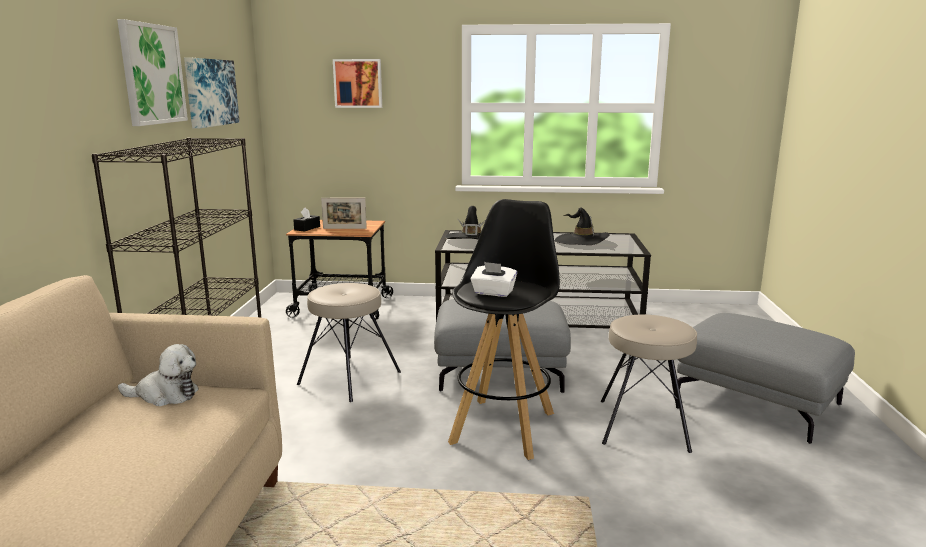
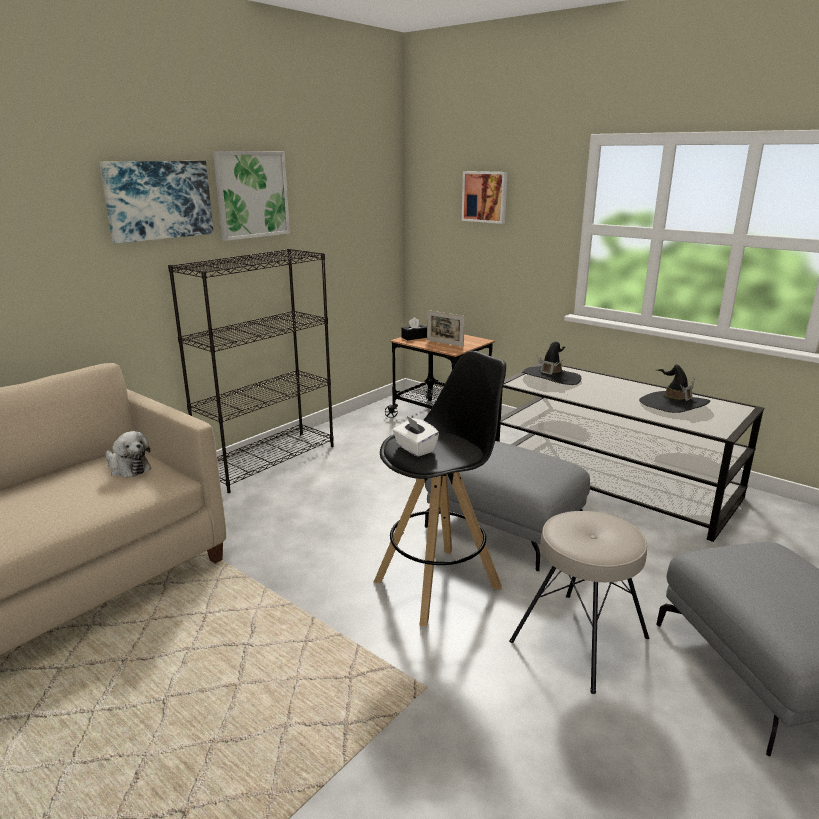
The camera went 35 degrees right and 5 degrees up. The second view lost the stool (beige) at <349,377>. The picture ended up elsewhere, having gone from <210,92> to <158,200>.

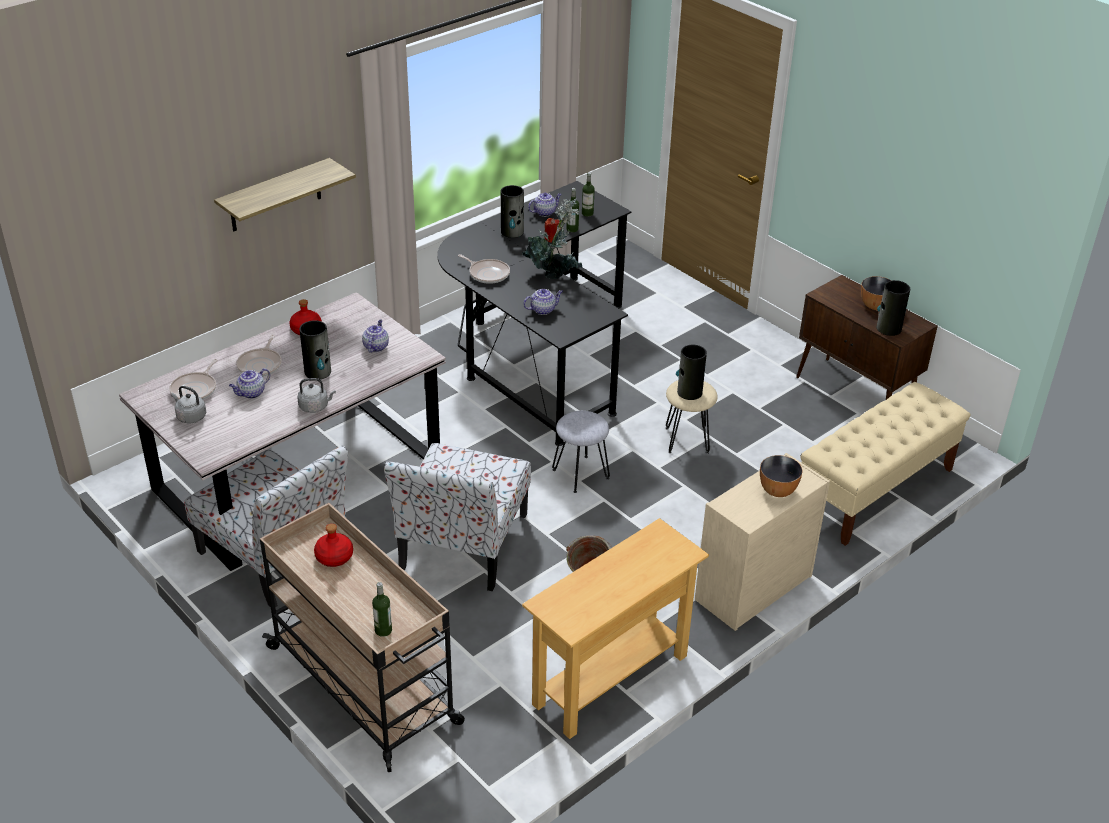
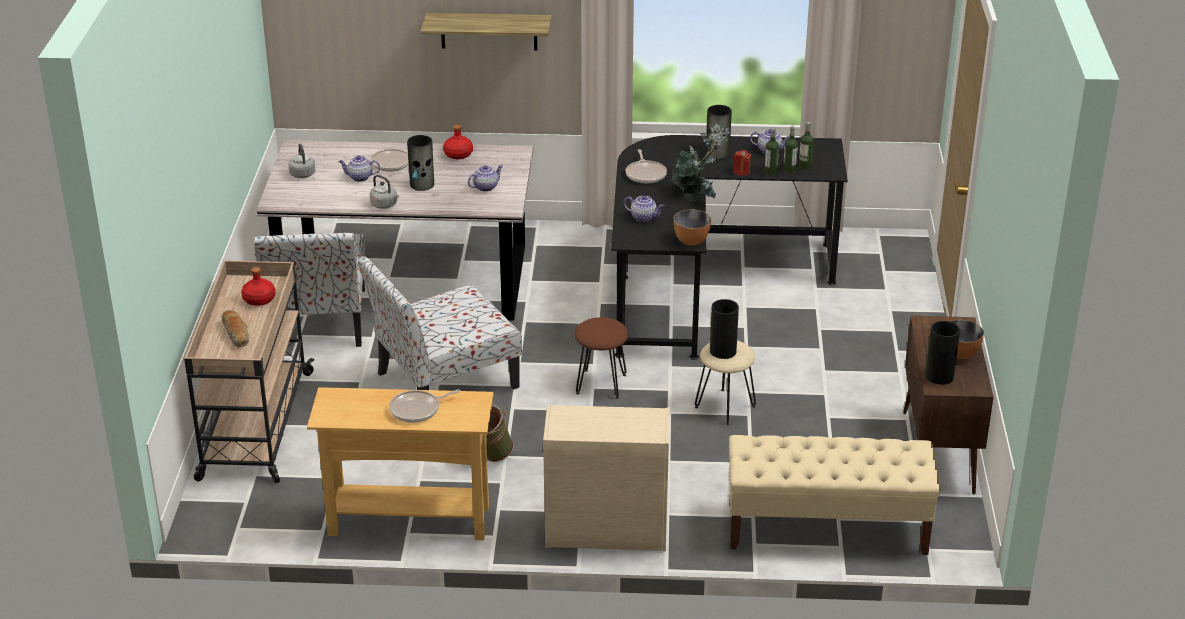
The camera went 45 degrees right and 5 degrees down. The second view gained the bread at <237,334>. The frying pan ended up elsewhere, having gone from <195,389> to <417,410>. The bottle ended up elsewhere, having gone from <383,630> to <789,170>. The bowl ended up elsewhere, having gone from <778,490> to <691,241>. What was the stool (grey) at <581,474> turned into the stool (brown) at <601,384>.

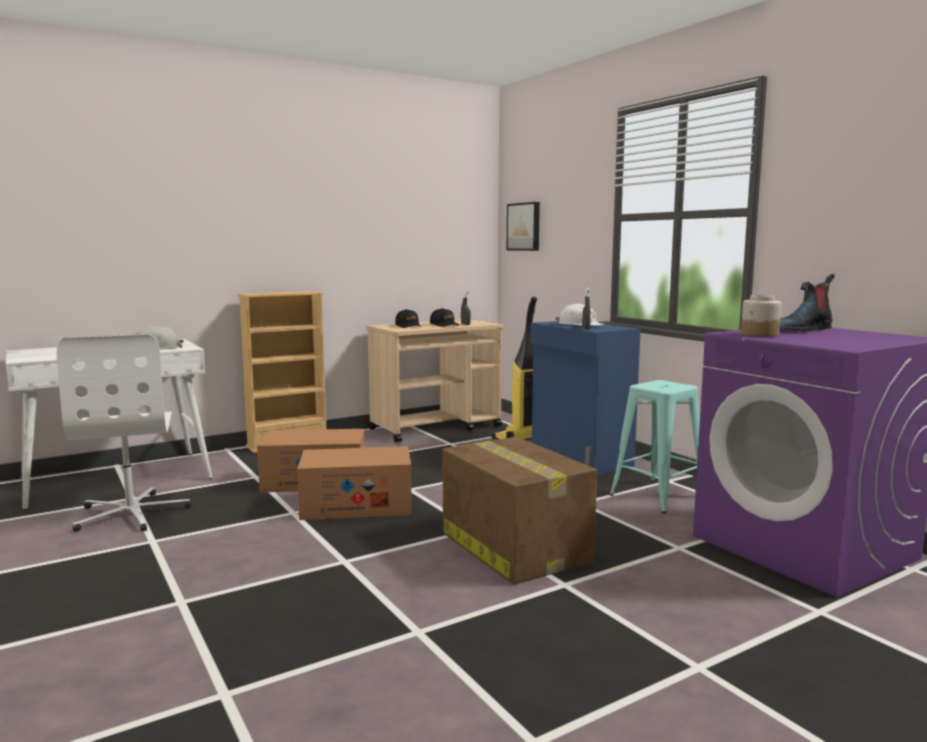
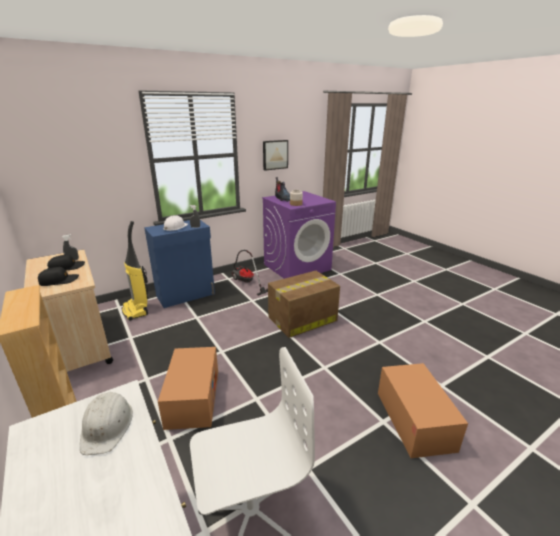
The camera went 90 degrees left and 15 degrees up. The cardboard box ended up elsewhere, having gone from <356,505> to <414,420>. The picture ended up elsewhere, having gone from <524,226> to <275,154>. Where the stool (turquoise) stood at <658,496>, the vacuum cleaner came to stand at <246,283>.

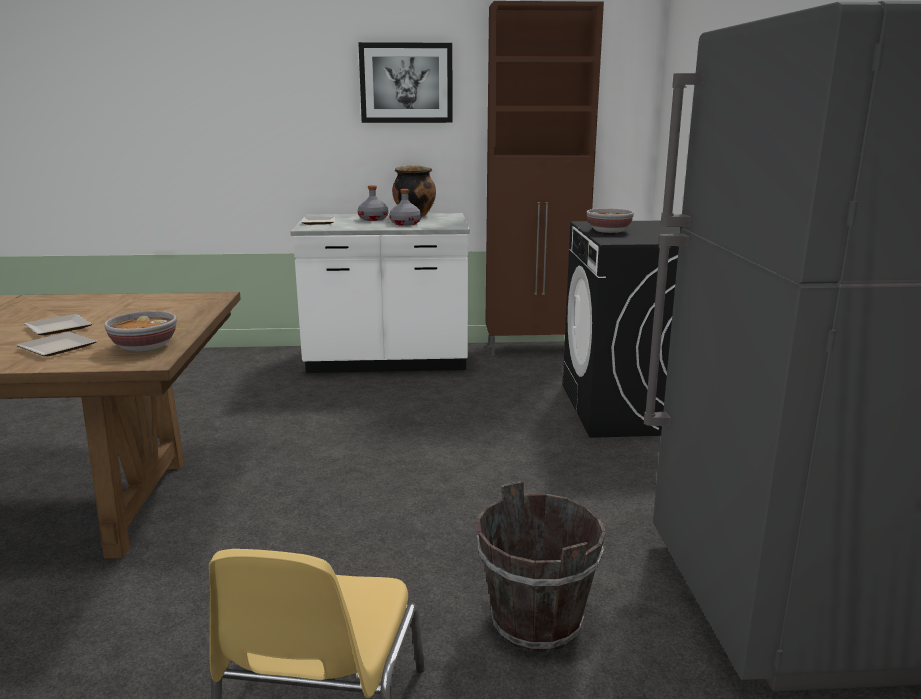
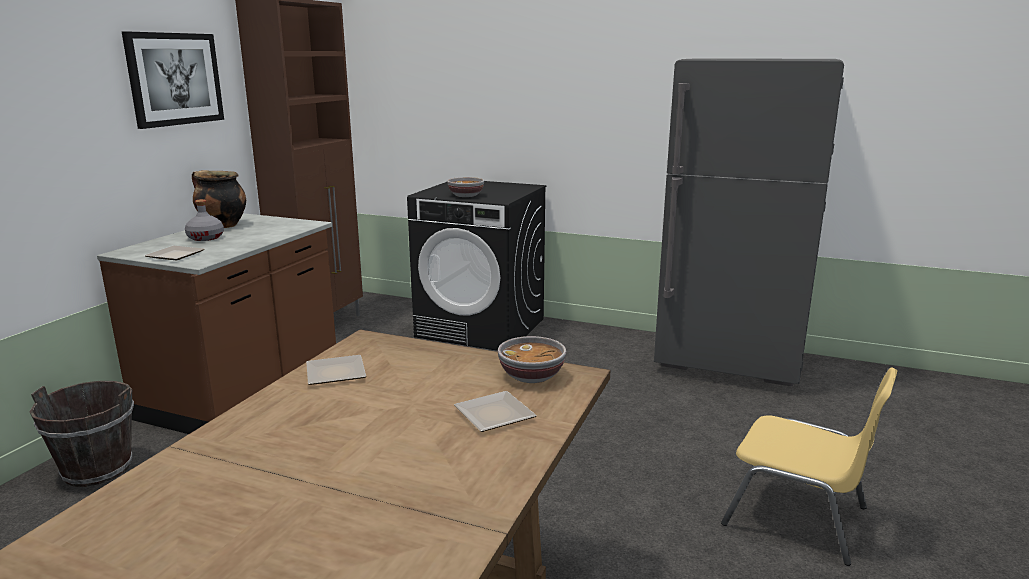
The camera went 65 degrees left and 0 degrees up. The second view lost the bottle (grey) at <406,223>. The plate ended up elsewhere, having gone from <61,328> to <337,372>. The bucket (brown) ended up elsewhere, having gone from <535,622> to <97,470>. What was the counter (white) at <387,361> turned into the counter (brown) at <245,390>.

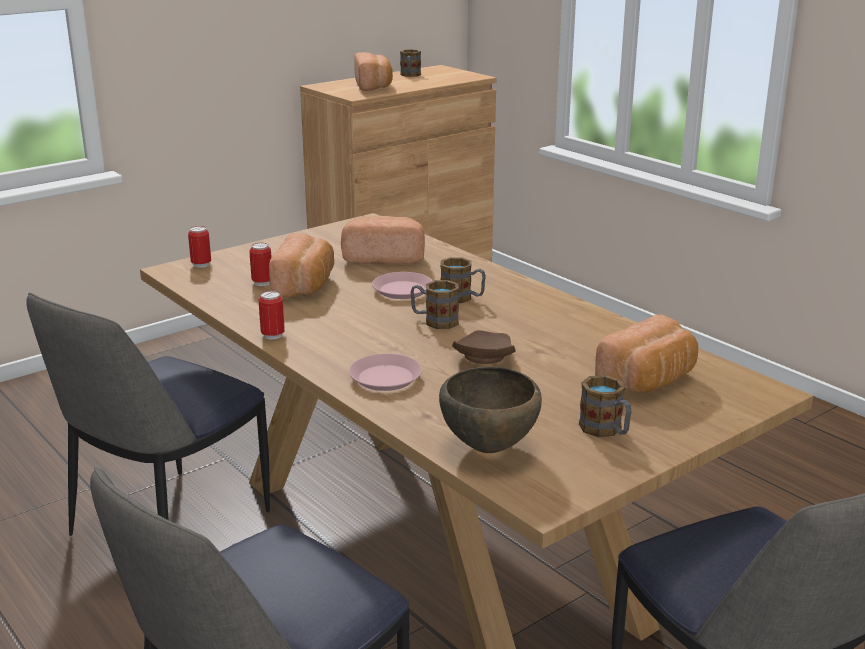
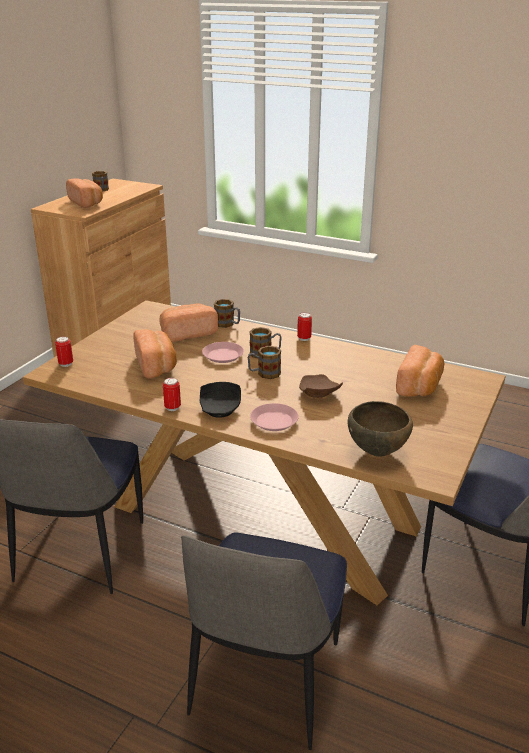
The camera went 25 degrees left and 5 degrees up. The second view gained the plate (black) at <220,408>. The can ended up elsewhere, having gone from <262,283> to <304,338>. The mug ended up elsewhere, having gone from <606,430> to <228,324>.

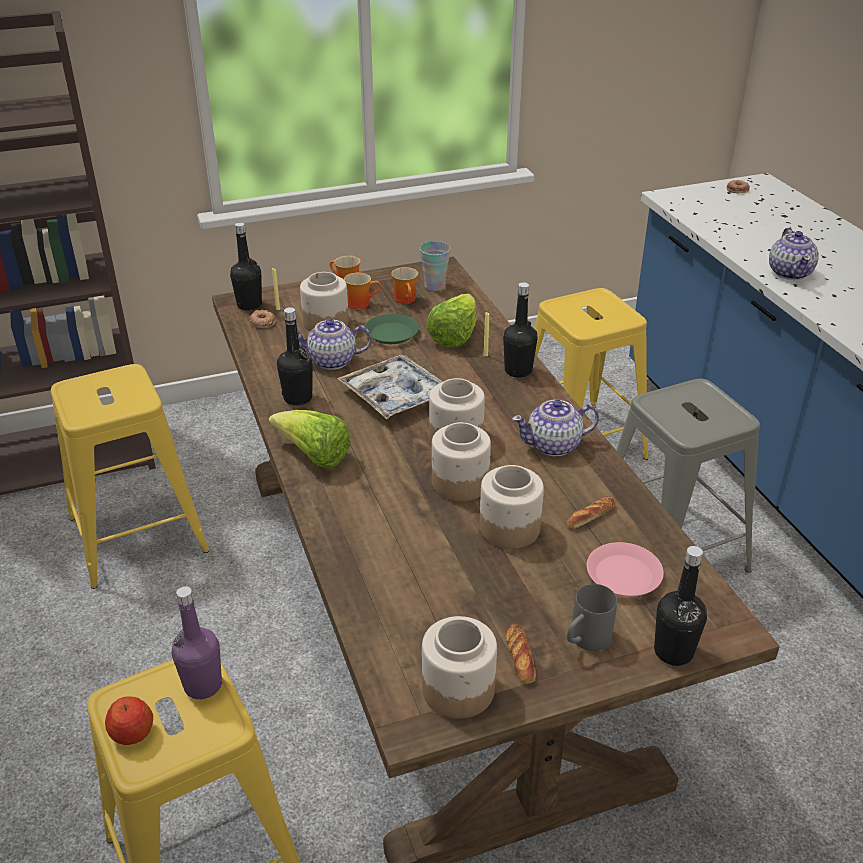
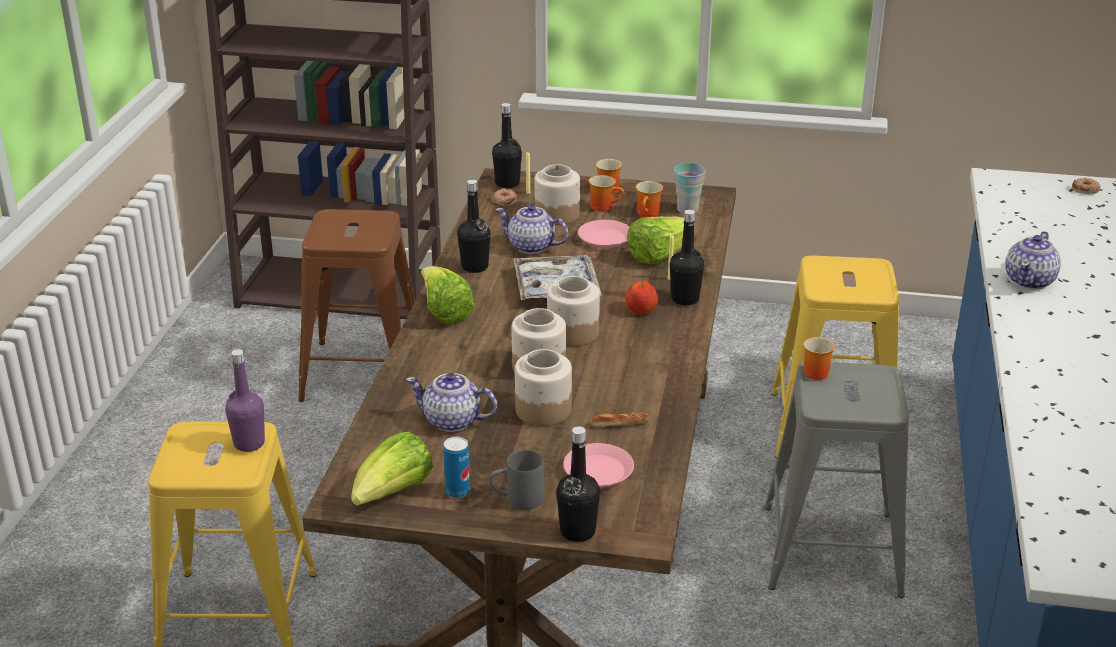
The camera went 30 degrees right and 5 degrees down. The second view gained the mug at <814,371>. The apple ended up elsewhere, having gone from <132,733> to <641,310>. The teapot ended up elsewhere, having gone from <554,445> to <452,421>. Where the jar stood at <459,689>, the lettuce came to stand at <393,494>. Where the bread stood at <520,657>, the can came to stand at <458,492>. What was the stool (yellow) at <138,535> turned into the stool (brown) at <363,373>. What was the plate (green) at <392,333> turned into the plate (pink) at <605,238>.

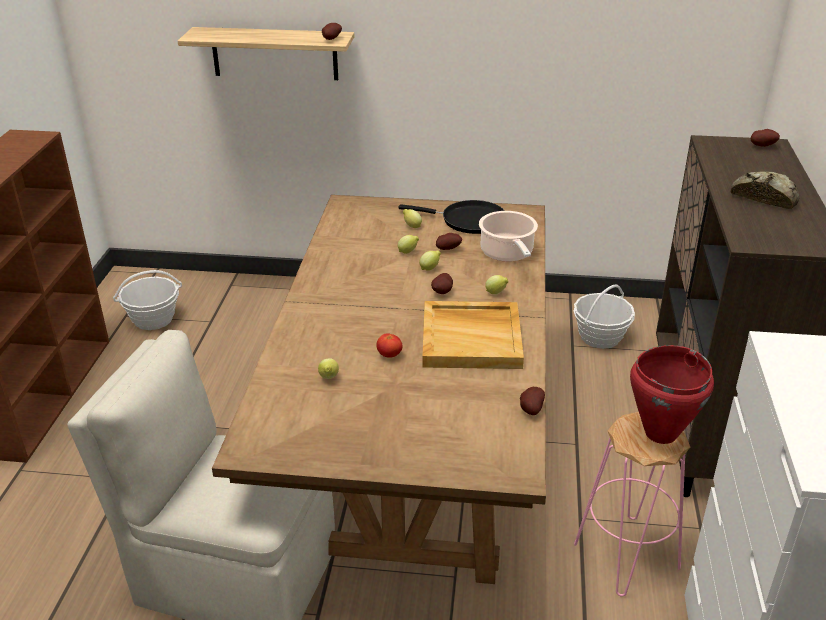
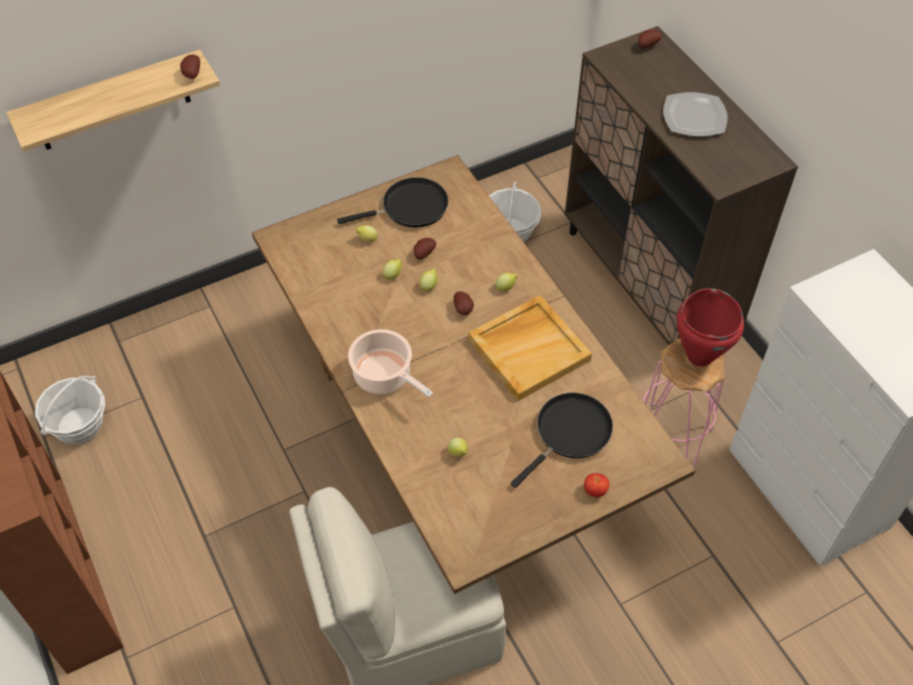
The camera went 35 degrees left and 20 degrees up. The second view lost the potato at <530,409>. The second view gained the frying pan (black) at <570,433>. The tomato ended up elsewhere, having gone from <389,355> to <595,490>. The cooking pot ended up elsewhere, having gone from <507,253> to <385,377>. Where the bread stood at <764,196>, the plate came to stand at <694,117>.

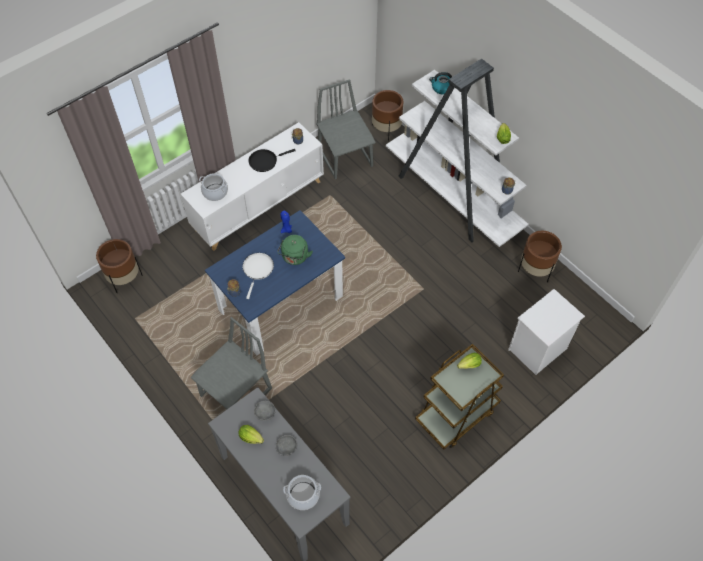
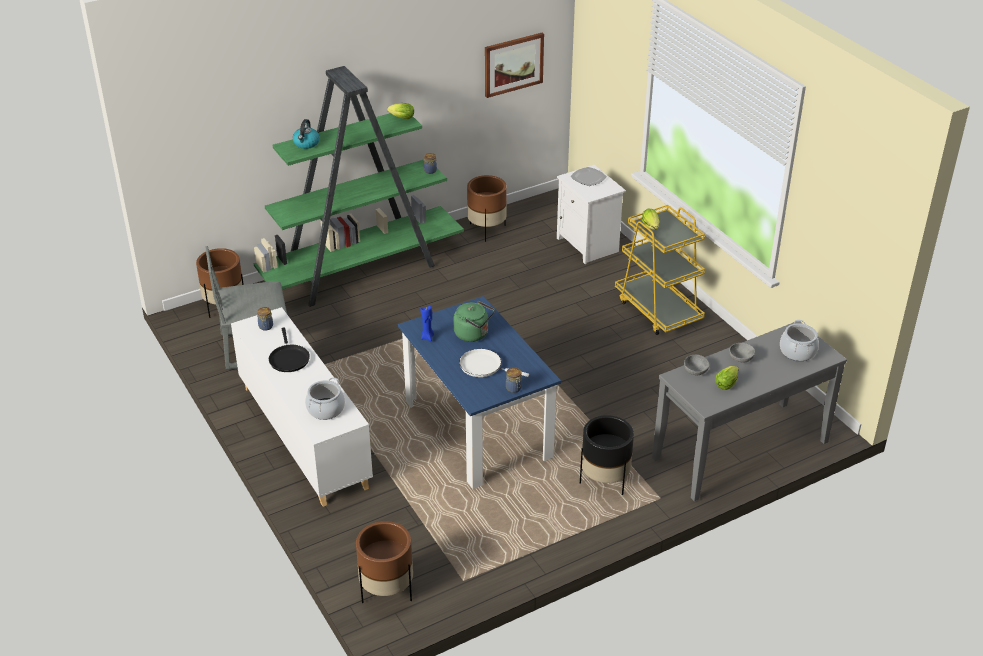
The camera went 80 degrees left and 20 degrees down. The second view gained the picture at <513,64>. The second view gained the plate at <588,178>. Where the chair (grey) stood at <236,393>, the planter (black) came to stand at <605,481>. What was the bookcase (white) at <452,197> turned into the bookcase (green) at <362,270>. What was the cart (brown) at <456,414> turned into the cart (yellow) at <658,310>.

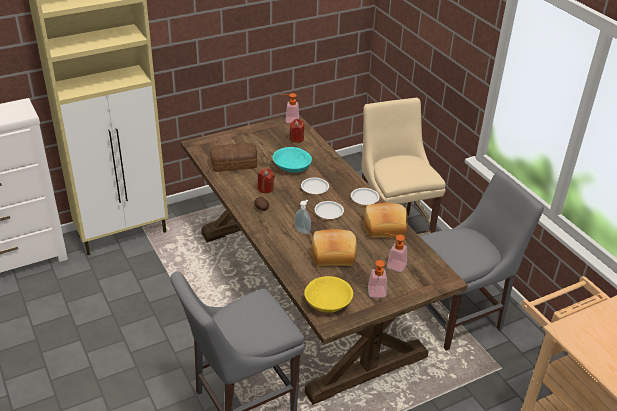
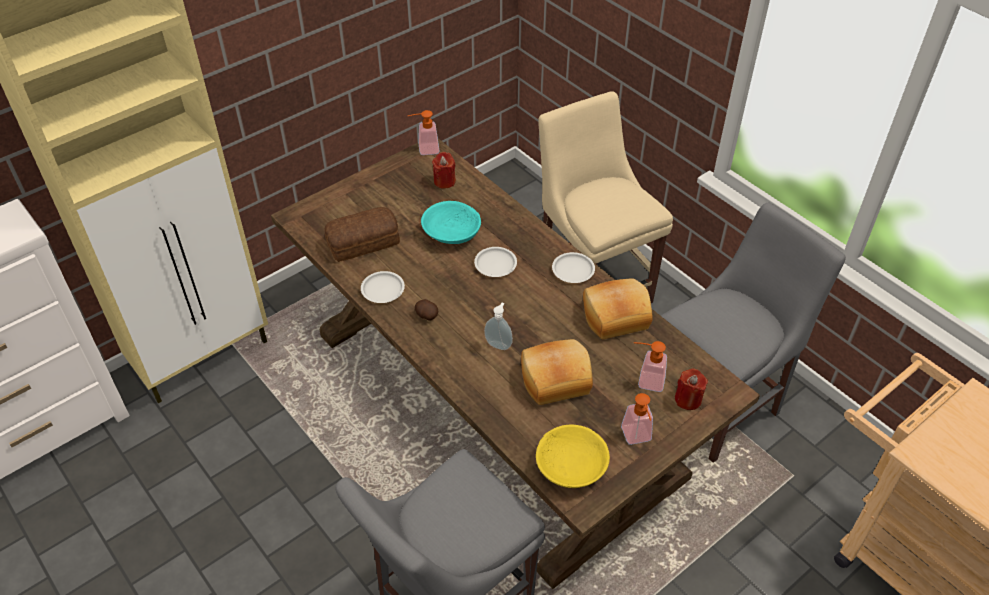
The camera went 10 degrees left and 10 degrees up. The candle (red) ended up elsewhere, having gone from <265,188> to <688,399>. The plate (white) ended up elsewhere, having gone from <328,212> to <382,289>.

